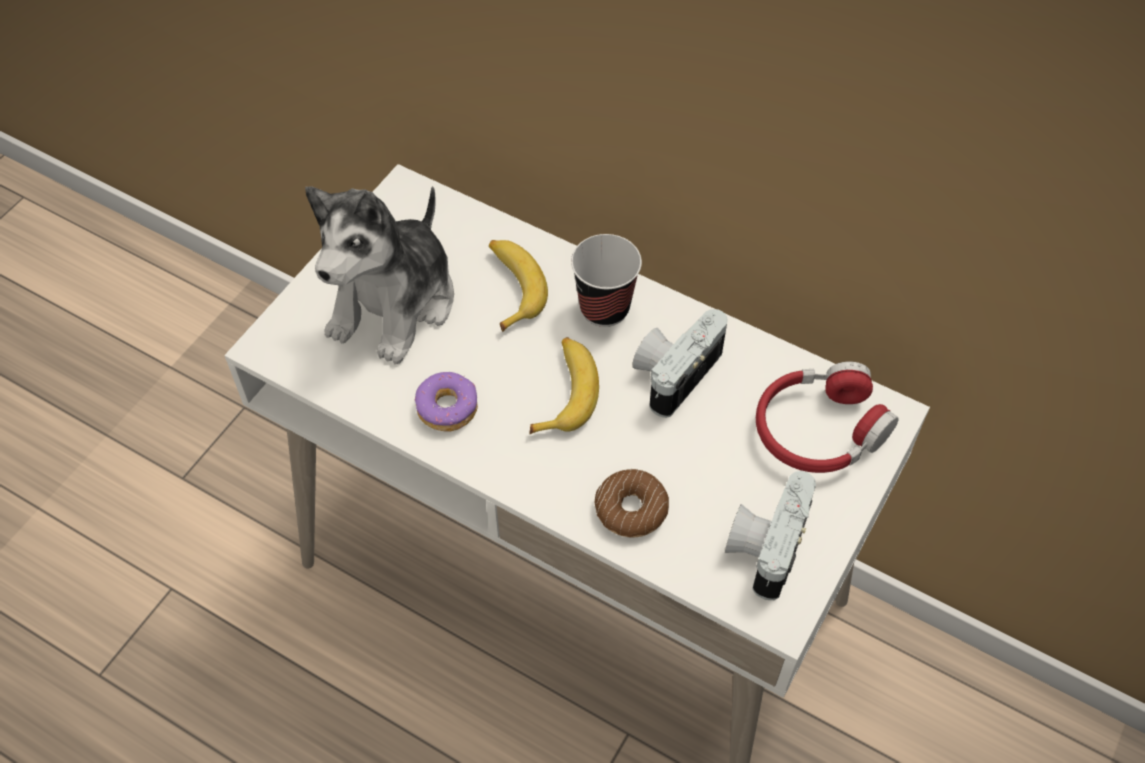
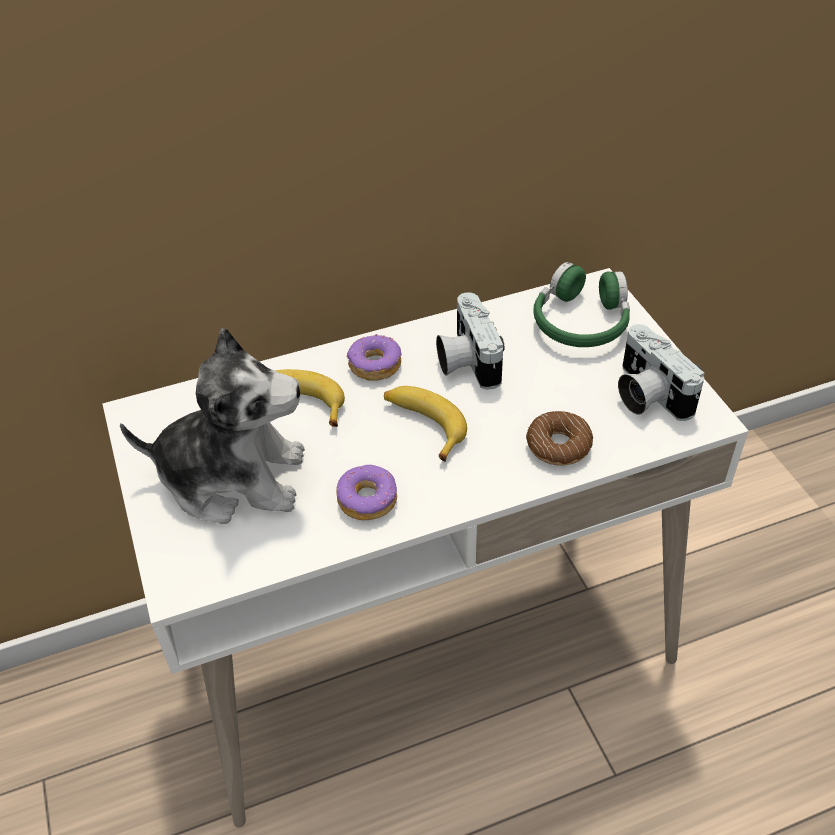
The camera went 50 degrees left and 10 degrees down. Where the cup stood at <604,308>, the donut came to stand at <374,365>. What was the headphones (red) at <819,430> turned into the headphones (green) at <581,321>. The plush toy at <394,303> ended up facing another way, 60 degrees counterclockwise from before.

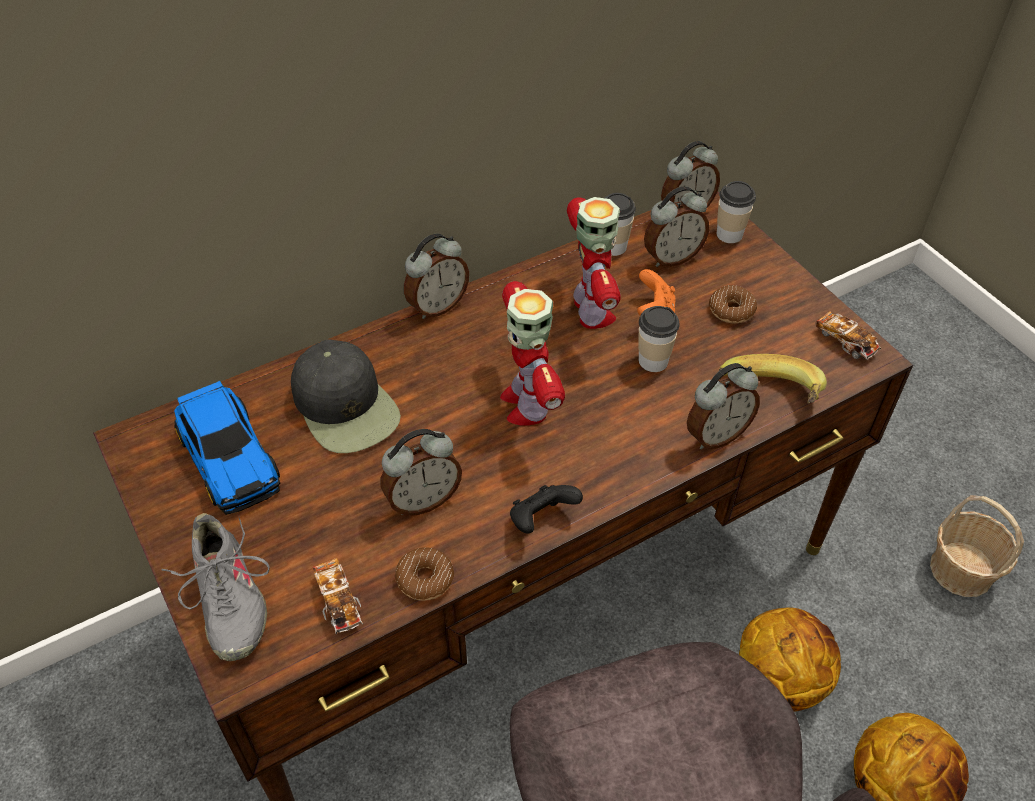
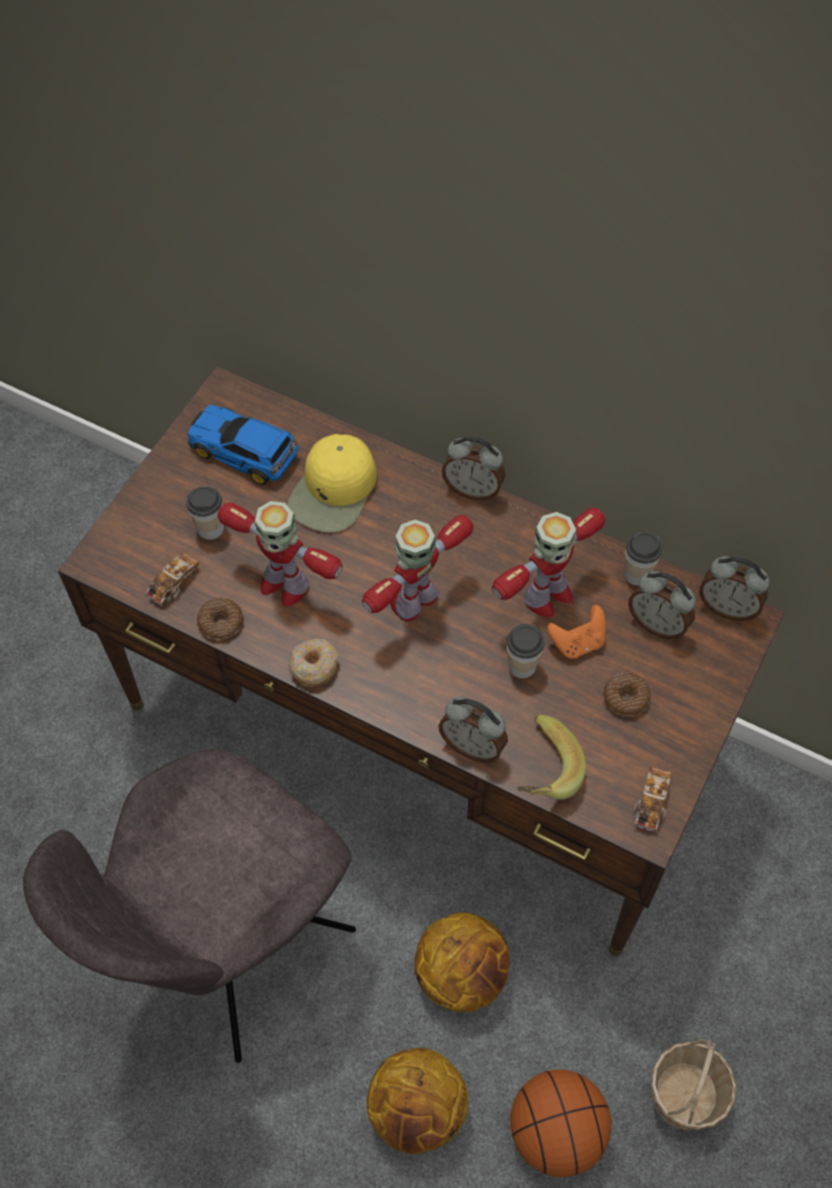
The camera went 60 degrees right and 10 degrees up. The second view lost the shoe (grey) at <227,599>. The second view gained the basketball at <556,1131>. The cup ended up elsewhere, having gone from <729,234> to <210,528>. Where the alarm clock stood at <422,500>, the toy robot came to stand at <283,584>. Where the game controller (black) stood at <541,519>, the donut came to stand at <313,666>. What was the cap (black) at <346,406> turned into the cap (yellow) at <334,491>. The toy car at <229,457> ended up facing another way, 90 degrees clockwise from before.

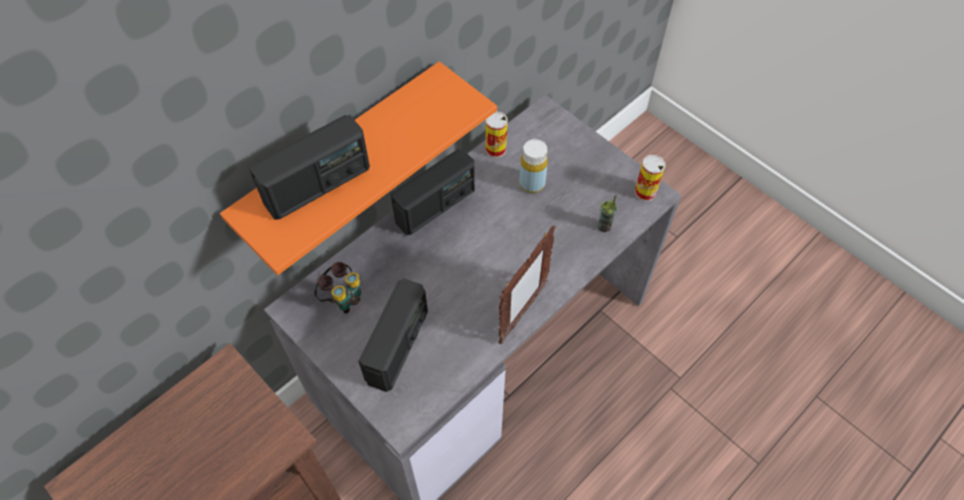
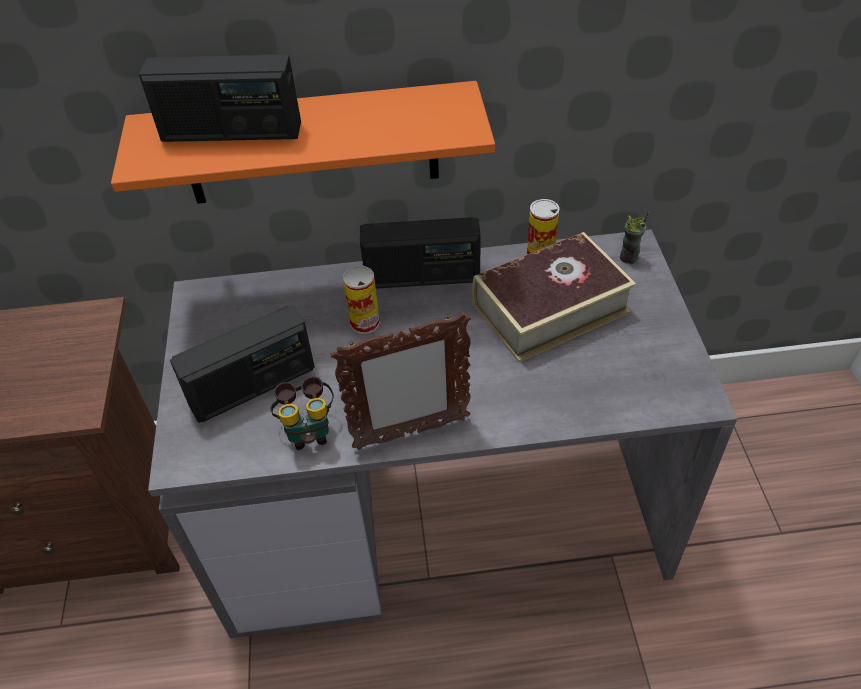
The camera went 40 degrees right and 10 degrees down. The binoculars ended up elsewhere, having gone from <342,298> to <308,430>. The cup ended up elsewhere, having gone from <604,226> to <629,258>. The can ended up elsewhere, having gone from <645,192> to <365,323>. Where the bottle (yellow) stood at <532,183>, the book came to stand at <550,308>.

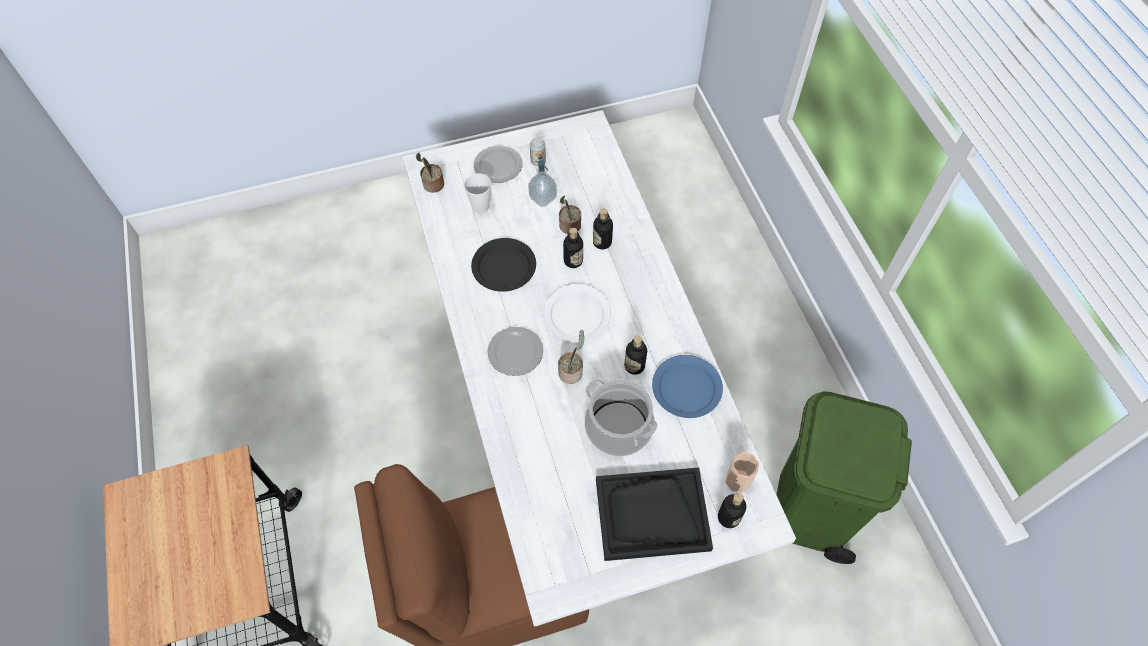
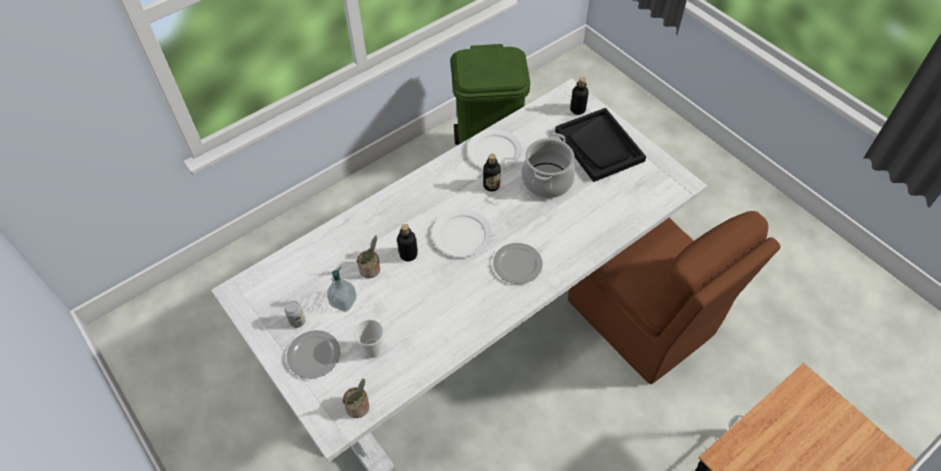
The camera went 110 degrees left and 5 degrees down. The second view lost the plate (black) at <503,266>. The second view lost the potted plant at <572,372>. The second view lost the bottle at <602,242>. The second view lost the cup at <738,480>. What was the plate (blue) at <686,387> turned into the plate (white) at <494,152>.

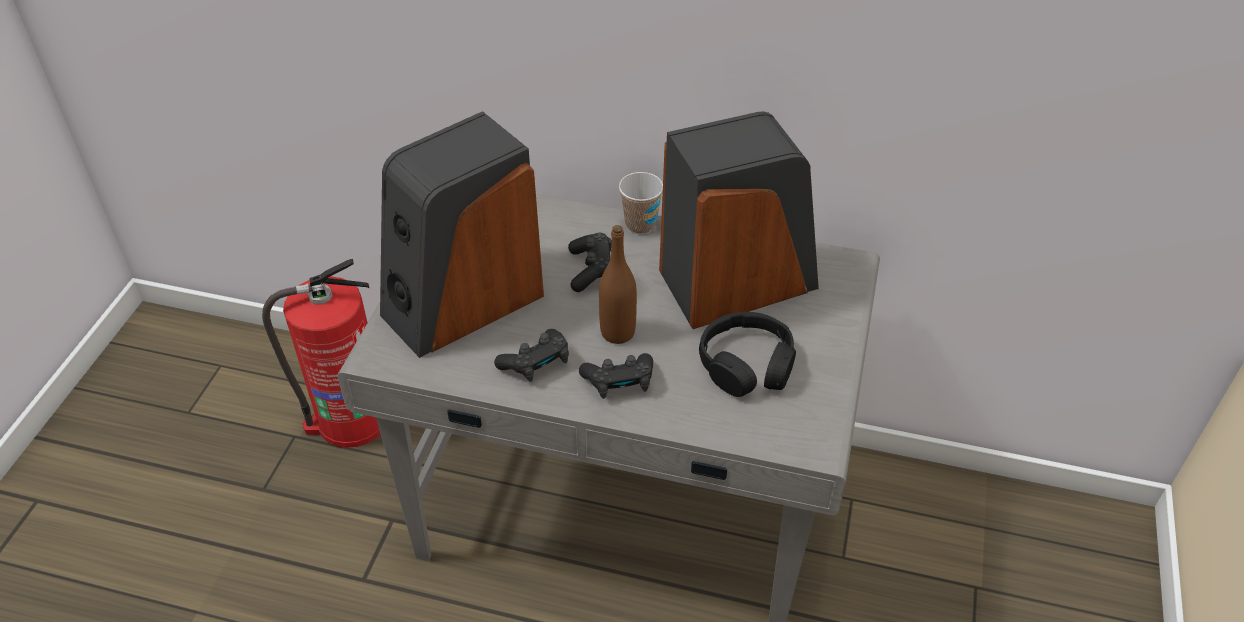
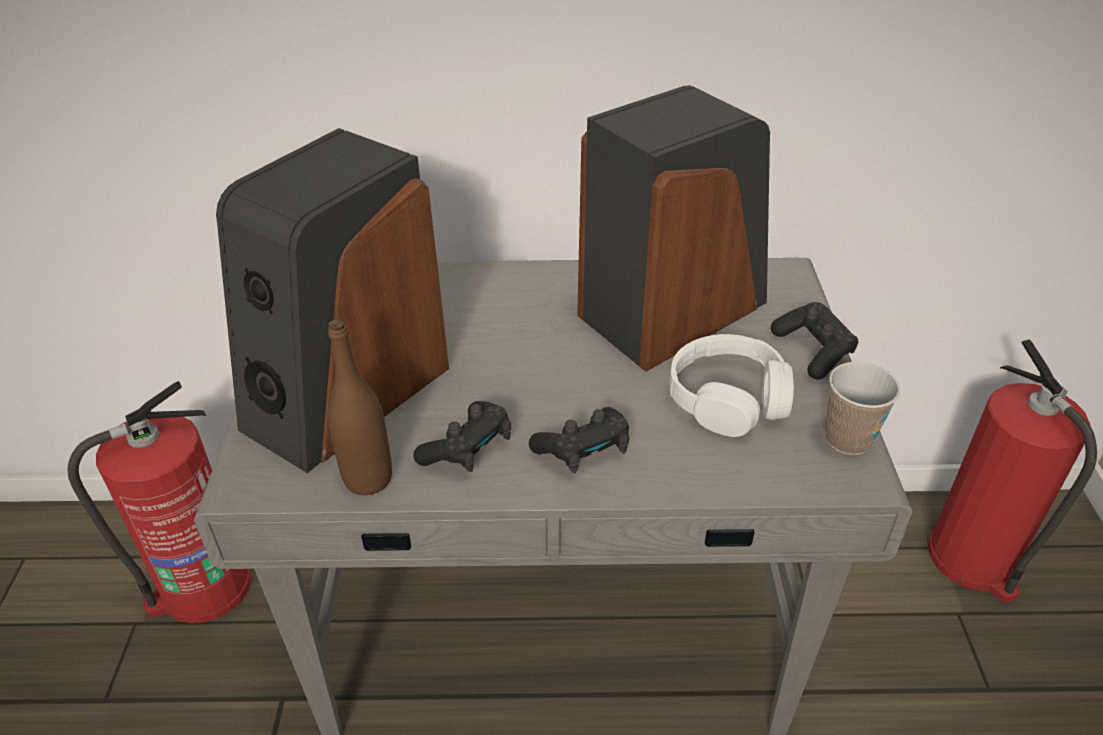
The camera went 15 degrees left and 5 degrees down. The second view gained the fire extinguisher at <973,559>. The game controller (black) ended up elsewhere, having gone from <591,270> to <813,351>. The bottle (brown) ended up elsewhere, having gone from <617,332> to <368,479>. The cup ended up elsewhere, having gone from <640,225> to <848,439>. What was the headphones (black) at <746,364> turned into the headphones (white) at <728,398>.

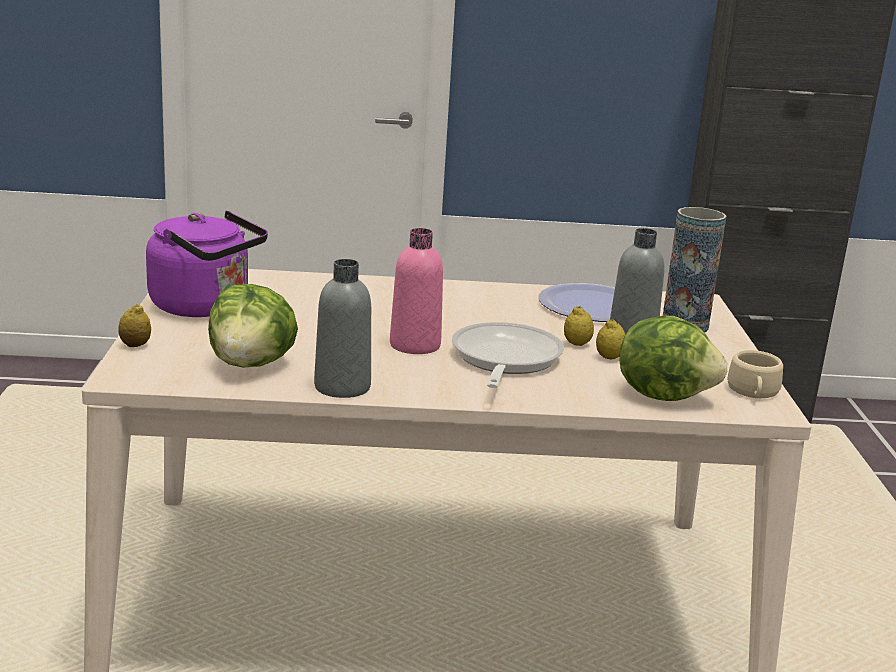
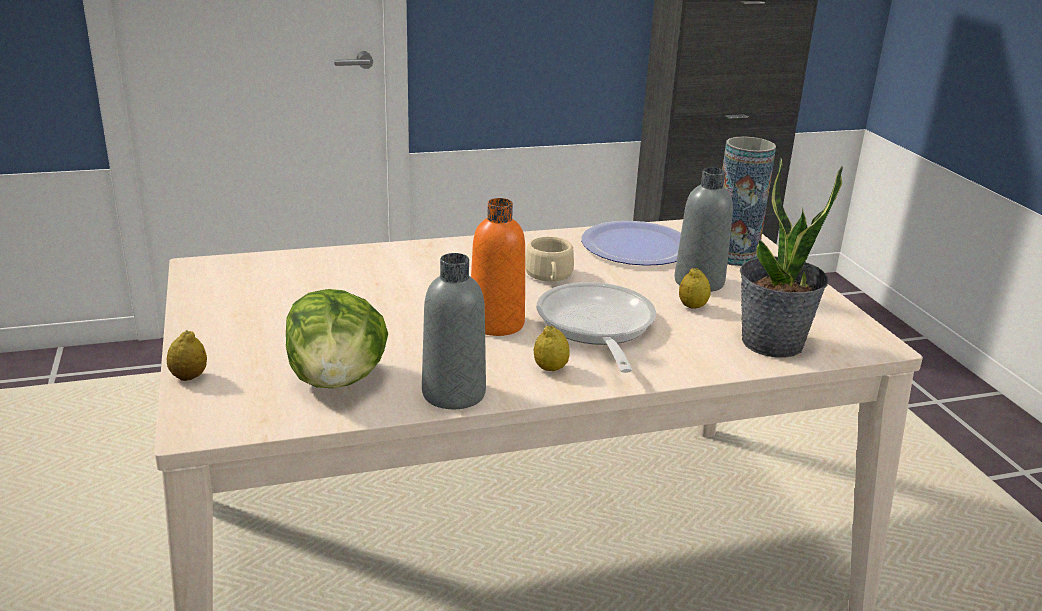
The camera went 15 degrees left and 5 degrees up. The second view lost the kettle (purple) at <205,307>. The lemon ended up elsewhere, having gone from <577,344> to <550,368>. The cup (beige) ended up elsewhere, having gone from <753,392> to <549,276>. Where the lettuce stood at <664,394>, the potted plant came to stand at <772,343>. What was the bottle (pink) at <415,345> turned into the bottle (orange) at <496,324>.

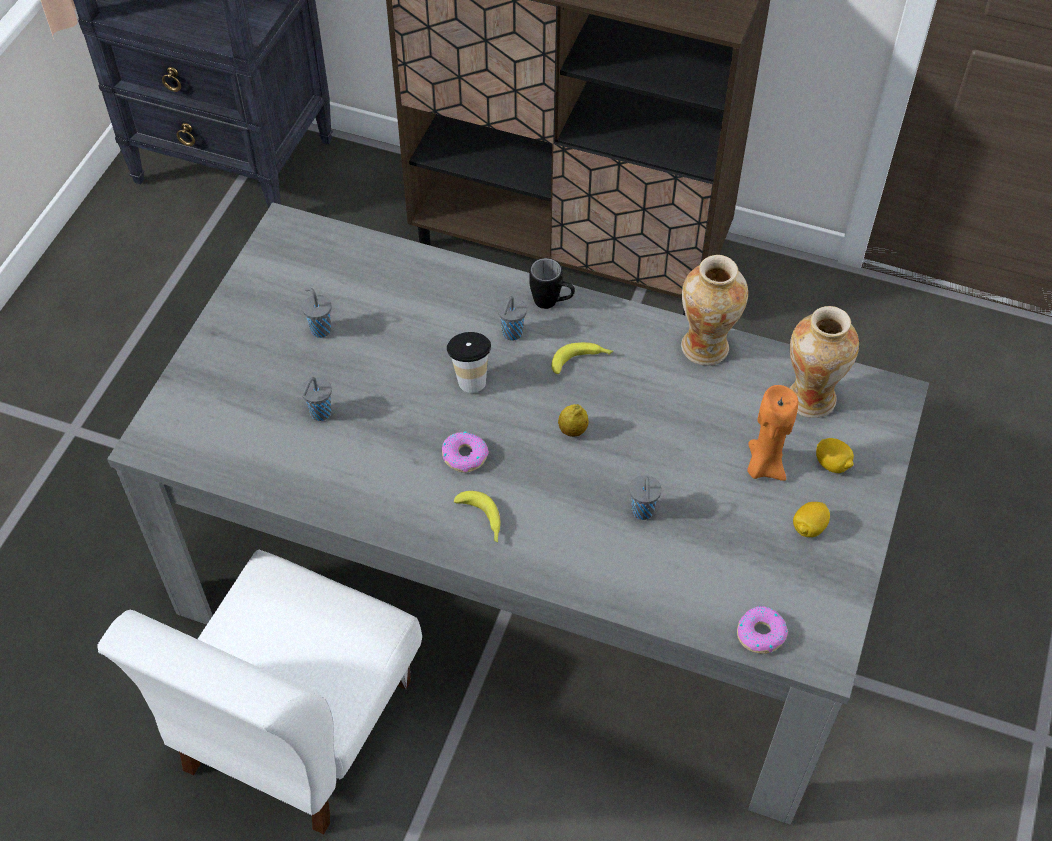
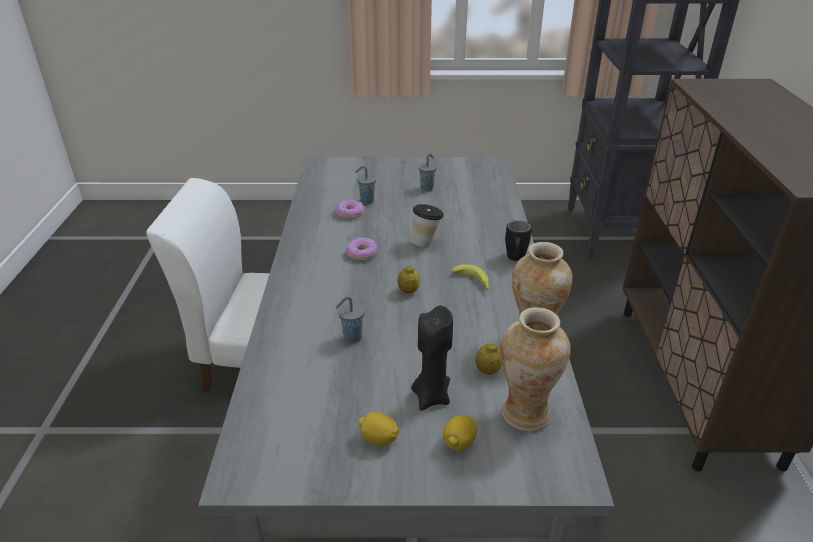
The camera went 70 degrees right and 20 degrees down. The second view lost the banana at <482,520>. The second view lost the cup (grey) at <511,334>. The second view gained the lemon at <487,370>. The donut ended up elsewhere, having gone from <760,633> to <349,213>. What was the candle (orange) at <763,466> turned into the candle (black) at <431,396>.

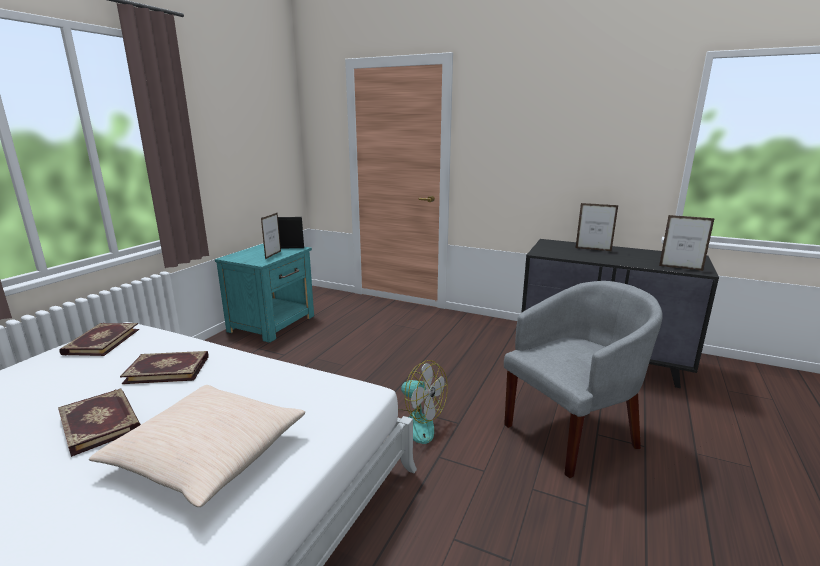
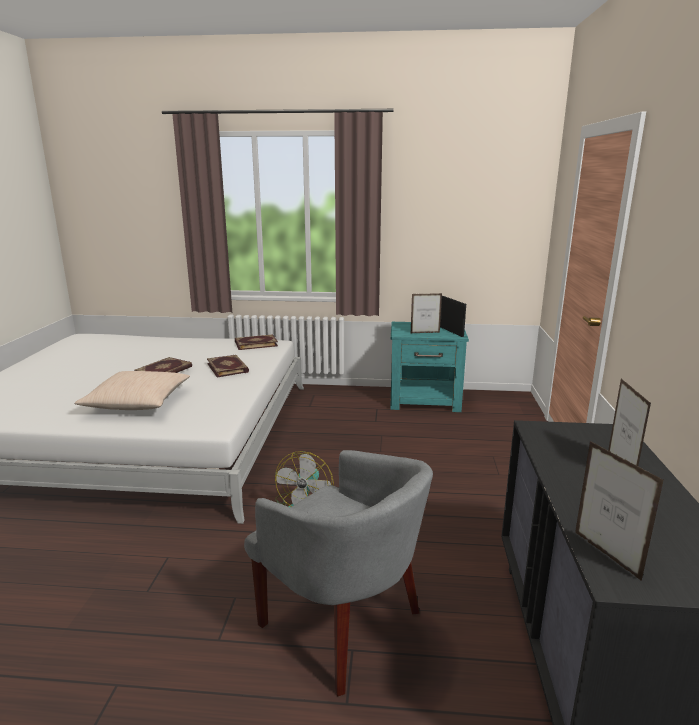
The camera went 70 degrees right and 0 degrees up. The picture frame at <680,268> ended up facing another way, 150 degrees clockwise from before.

